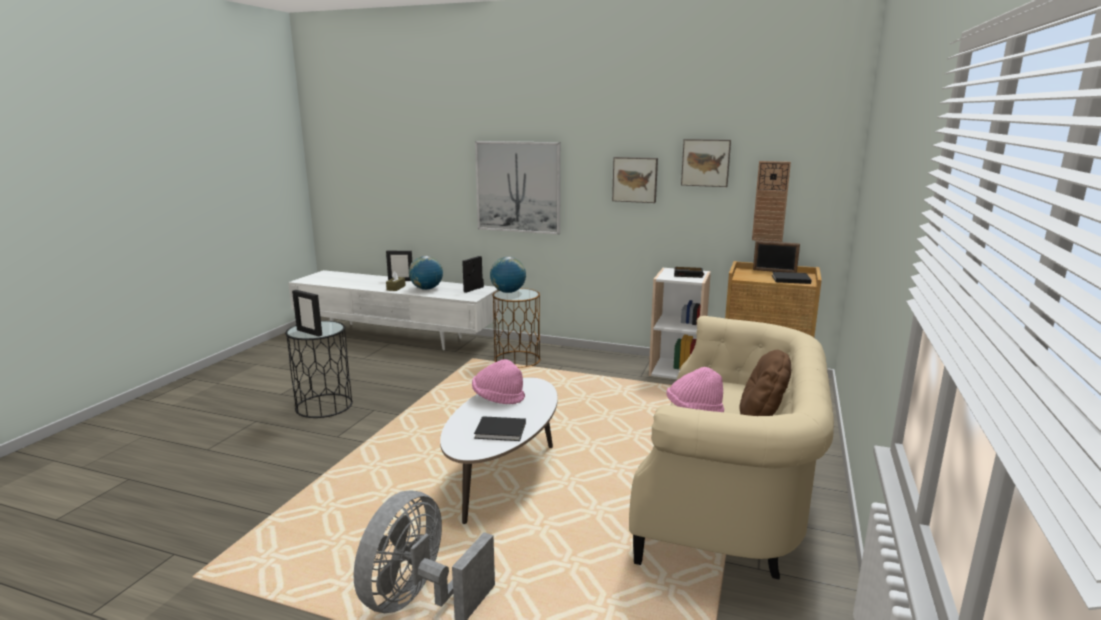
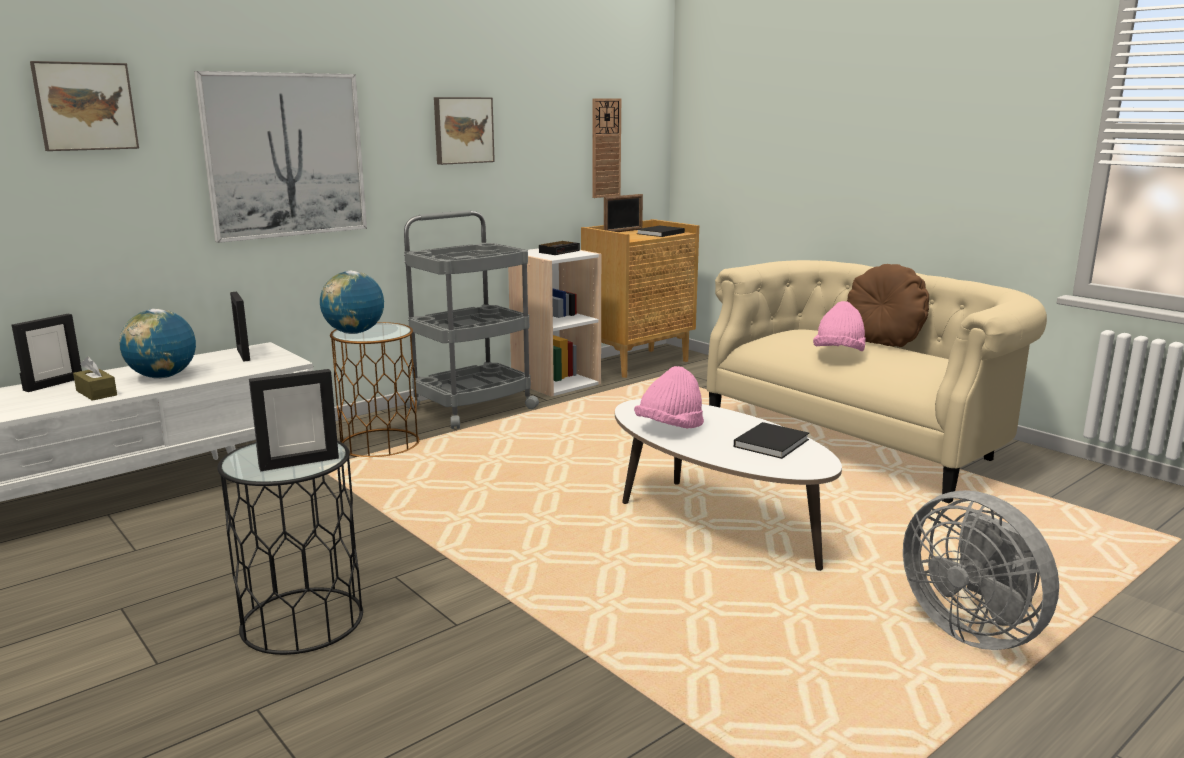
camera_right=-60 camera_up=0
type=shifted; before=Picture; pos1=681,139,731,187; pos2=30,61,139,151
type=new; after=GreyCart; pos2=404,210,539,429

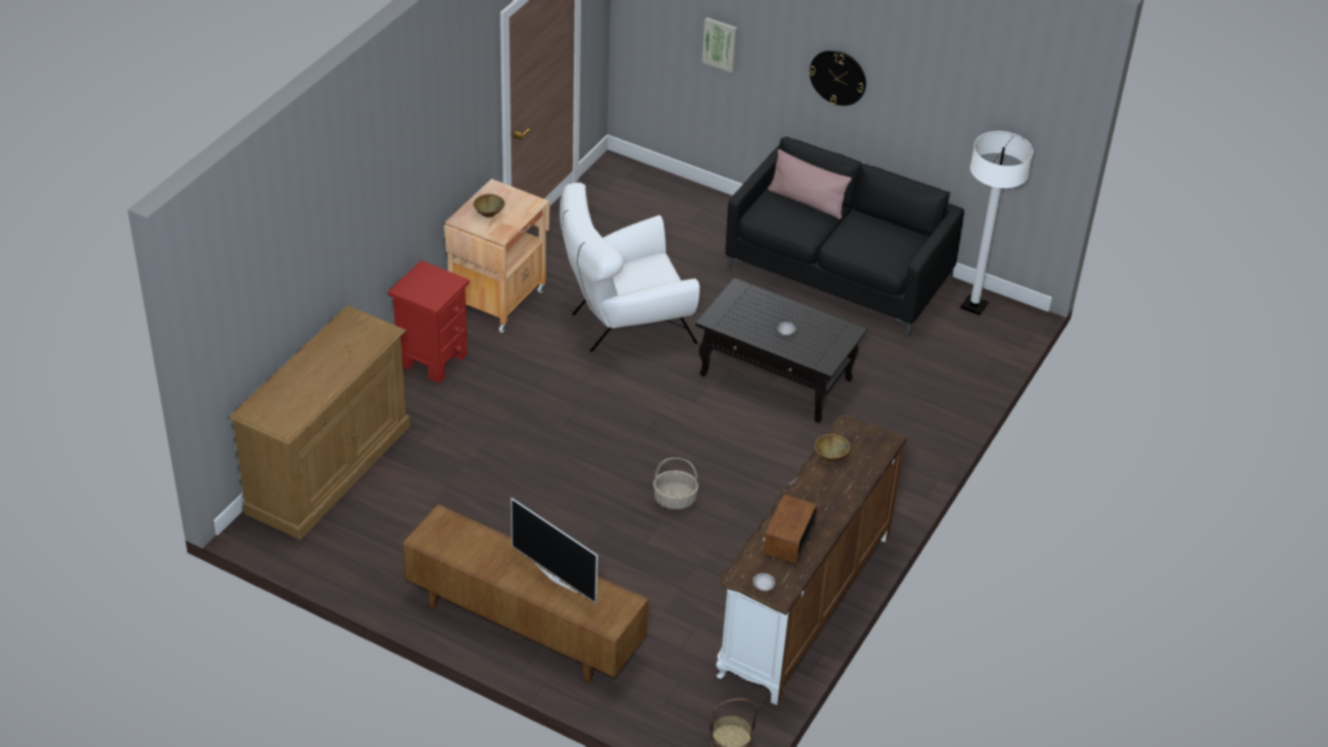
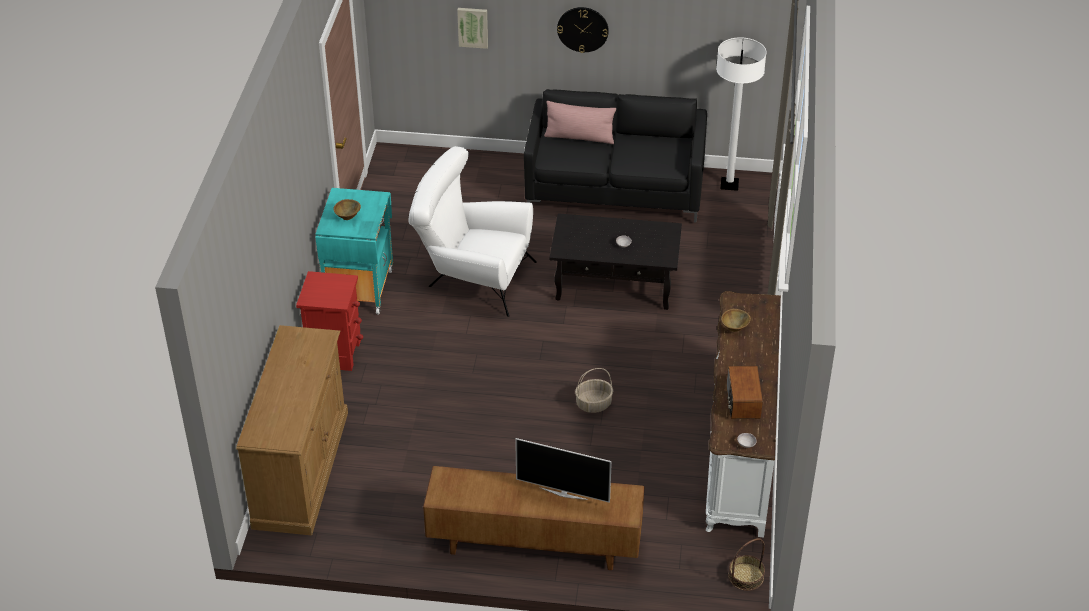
camera_right=-20 camera_up=0
type=repainted; before=BrownCart; after=TurquoiseCart; pos1=444,179,550,333; pos2=315,188,393,314
type=rotated; before=WhiteArmchair; pos1=560,182,700,352; pos2=408,146,537,317; turn=60

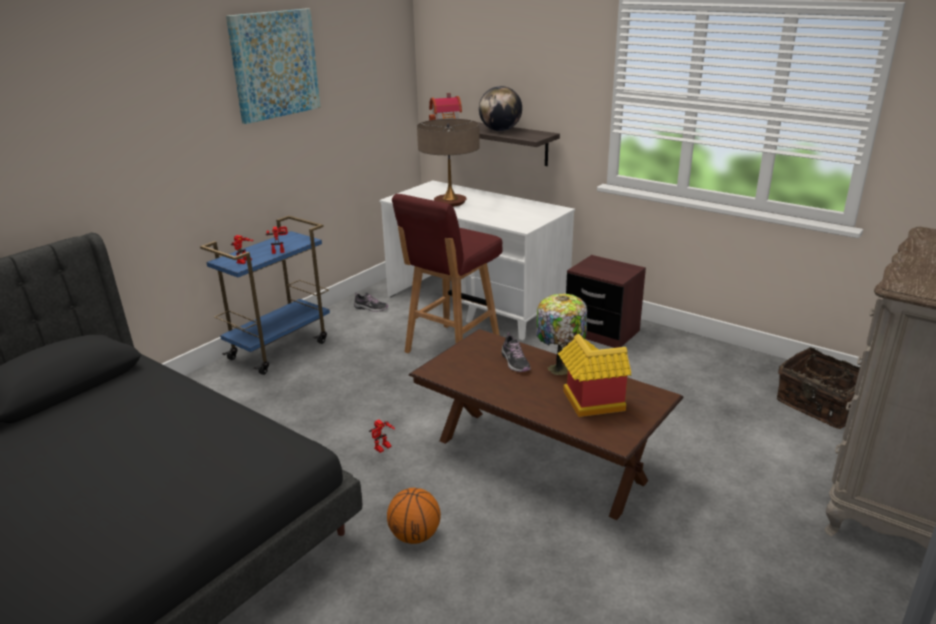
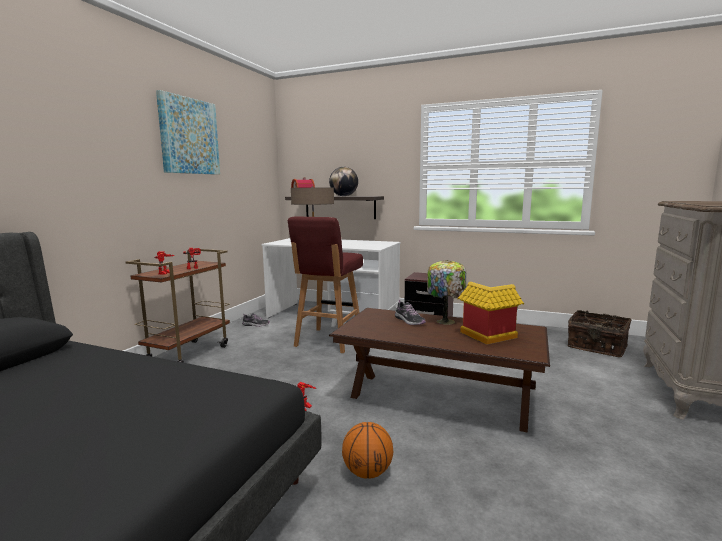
camera_right=-15 camera_up=-15
type=repainted; before=BlueCart; after=BrownCart; pos1=200,215,330,375; pos2=126,249,230,363

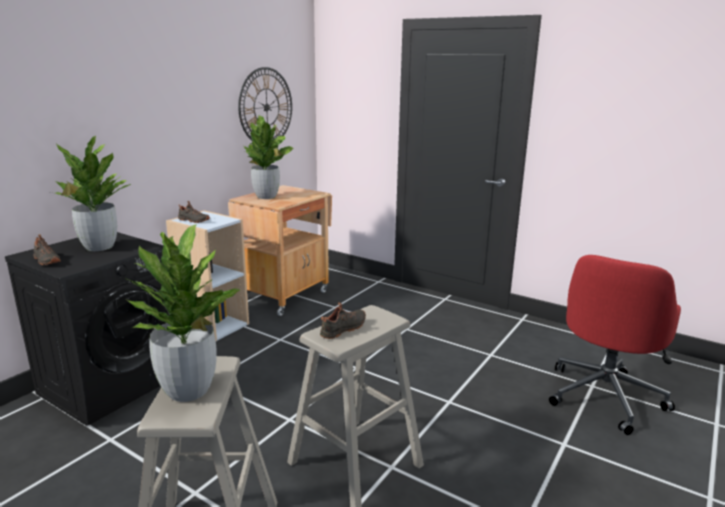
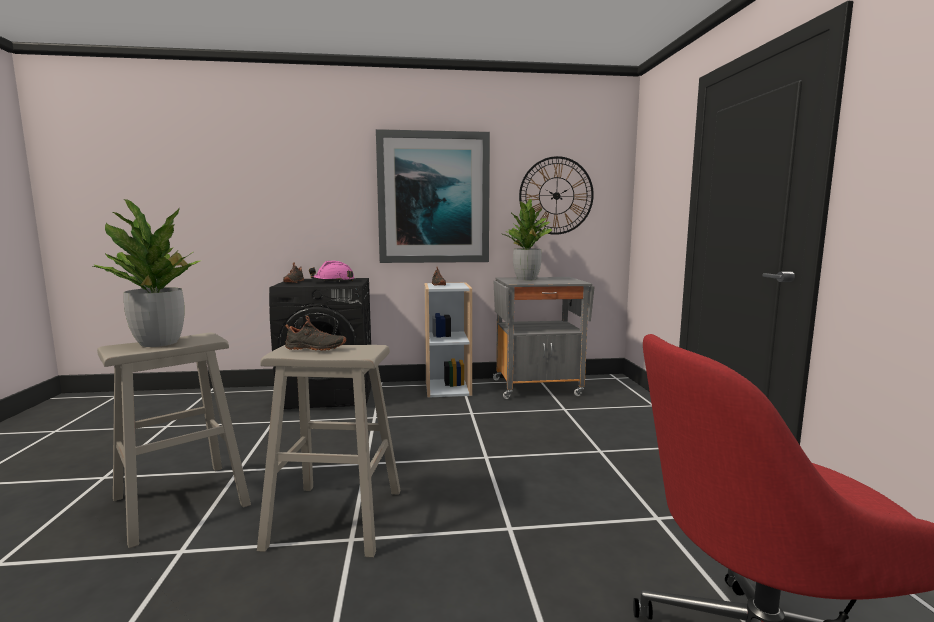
camera_right=50 camera_up=-10
type=swapped; before=PottedPlant; after=PinkHardHat; pos1=51,136,131,251; pos2=309,261,354,282
type=new; after=Picture; pos2=376,129,490,263
type=repainted; before=BrownCart; after=GreyCart; pos1=228,185,332,316; pos2=493,277,595,399

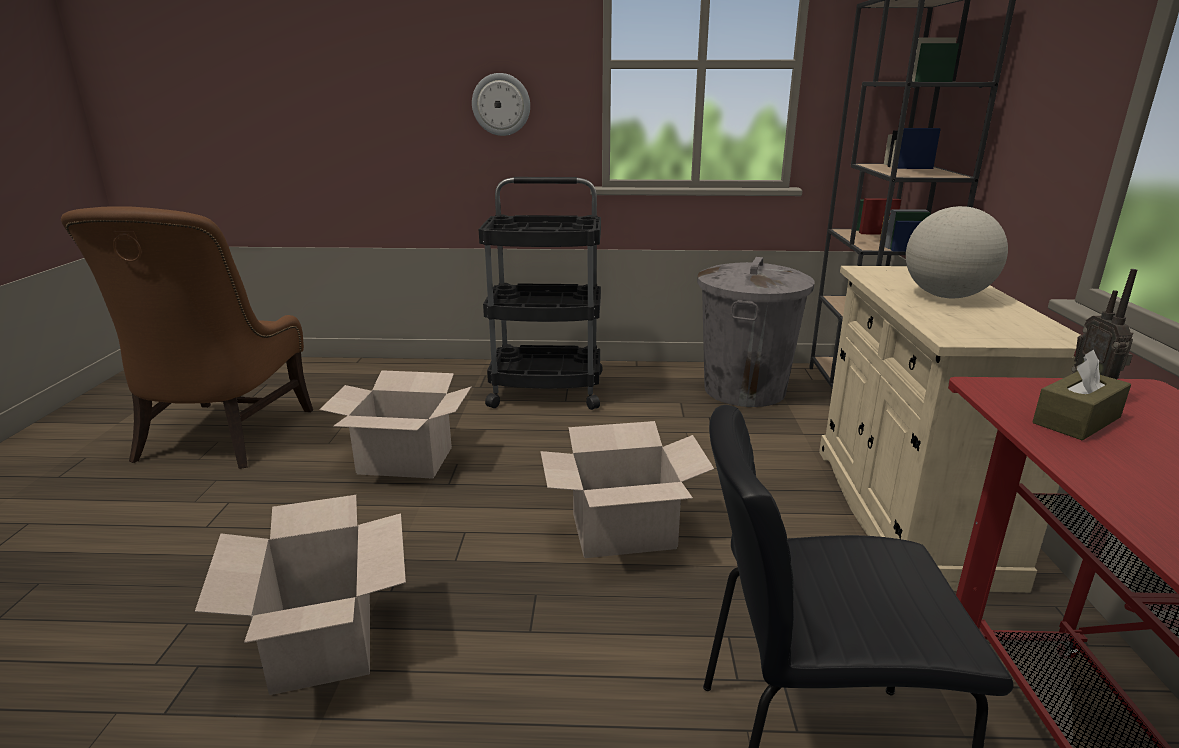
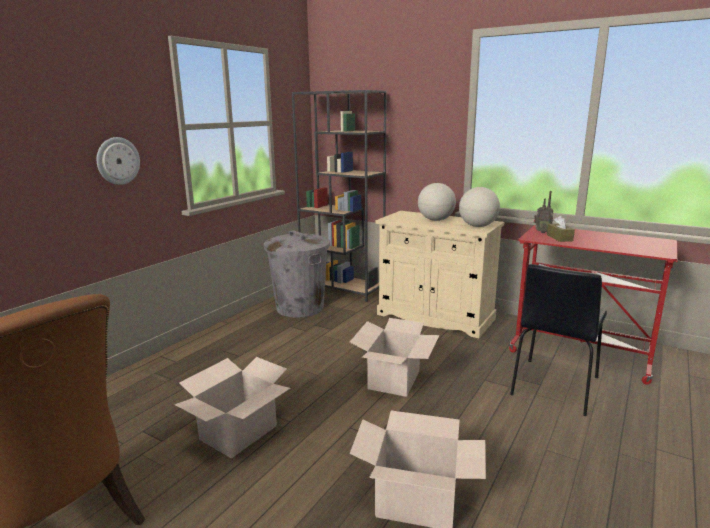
camera_right=-60 camera_up=-5
type=new; after=Globe; pos2=459,187,500,227
type=gone; before=BlackCart; pos1=479,177,603,410

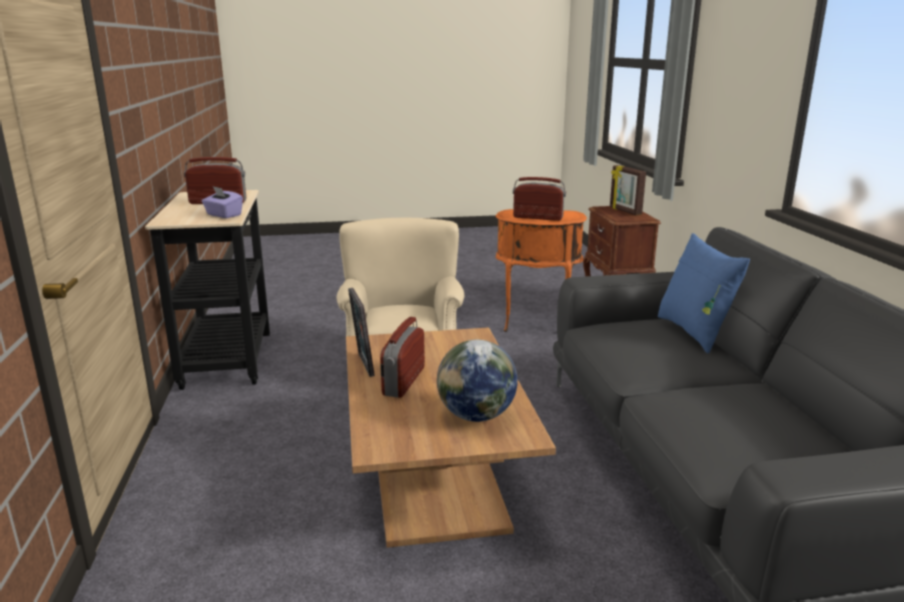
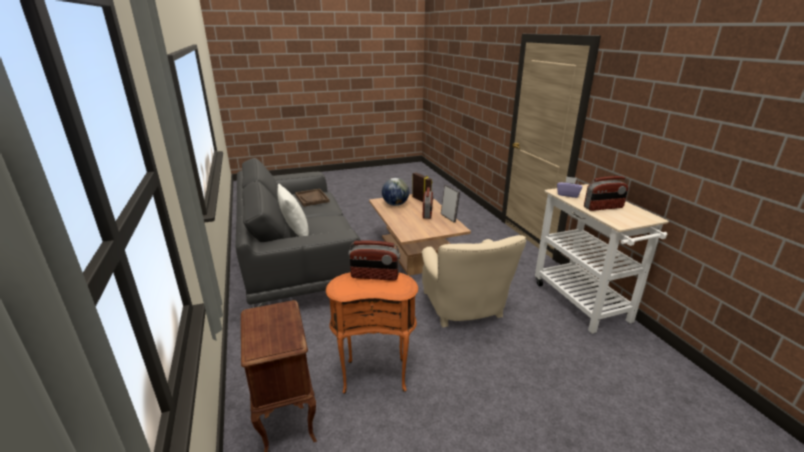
camera_right=170 camera_up=5
type=repainted; before=BluePillow; after=WhitePillow; pos1=658,233,750,353; pos2=277,184,309,237
type=new; after=BrownTray; pos2=295,189,329,207
type=shifted; before=PictureFrame; pos1=610,165,646,215; pos2=412,172,432,202
type=repainted; before=BlackCart; after=WhiteCart; pos1=145,190,270,390; pos2=535,184,669,334

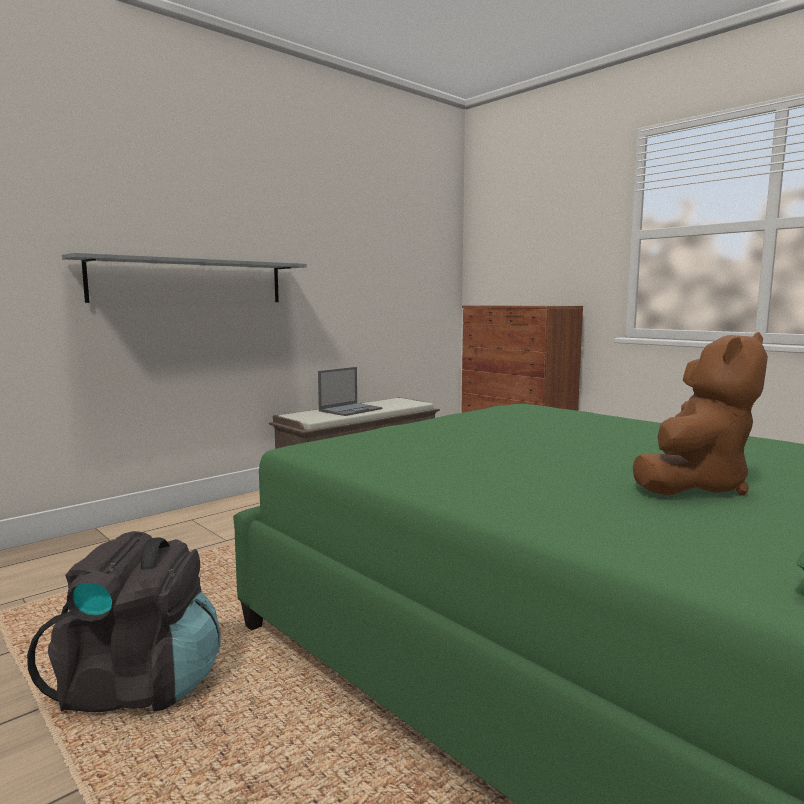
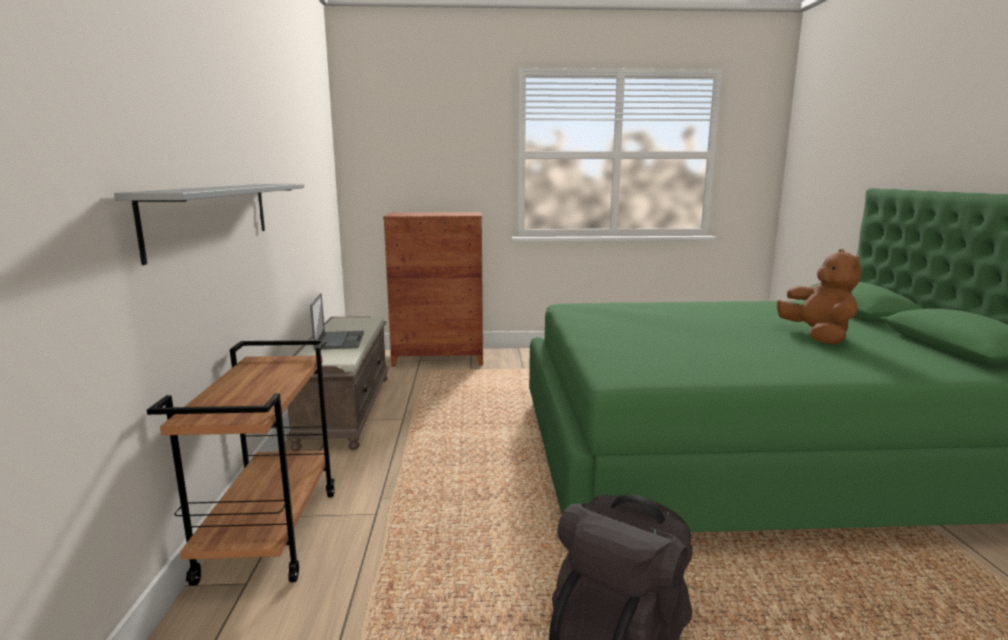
camera_right=-50 camera_up=5
type=new; after=BrownCart; pos2=147,340,335,586

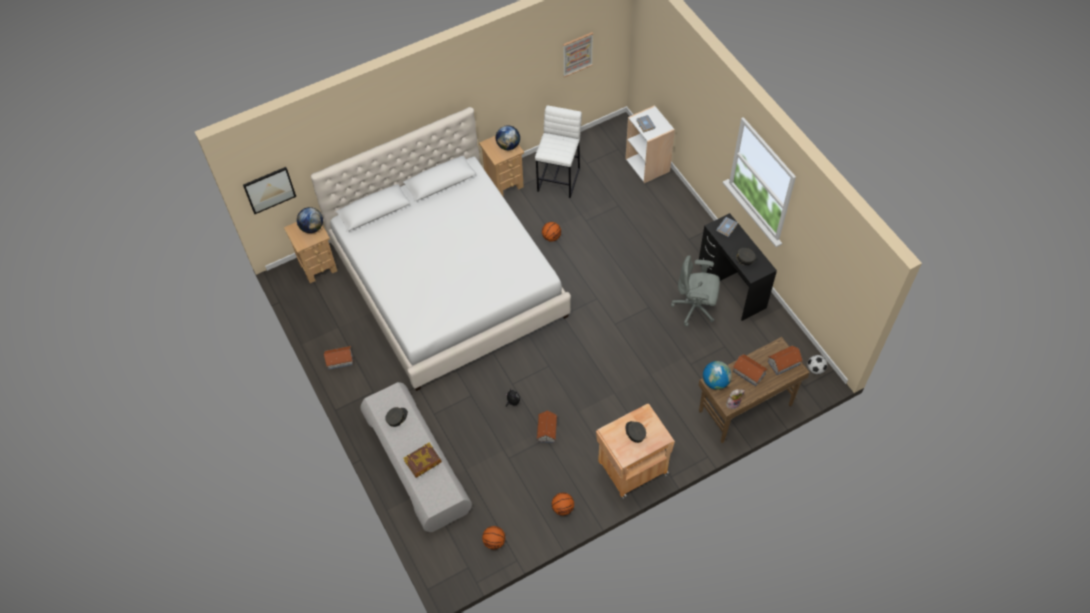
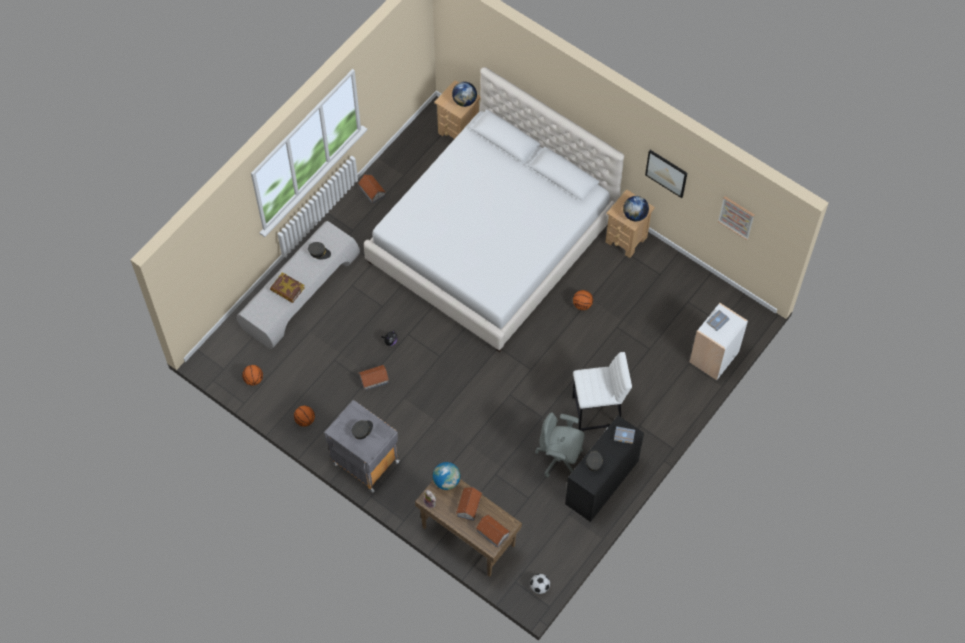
camera_right=65 camera_up=5
type=repainted; before=BrownCart; after=GreyCart; pos1=596,403,675,499; pos2=324,400,399,492
type=rotated; before=GreyOfficeChair; pos1=671,255,720,327; pos2=535,412,585,477; turn=-60
type=shifted; before=WhiteStool; pos1=535,106,582,198; pos2=572,352,632,431
type=shifted; before=Picture; pos1=243,167,296,214; pos2=645,150,687,198

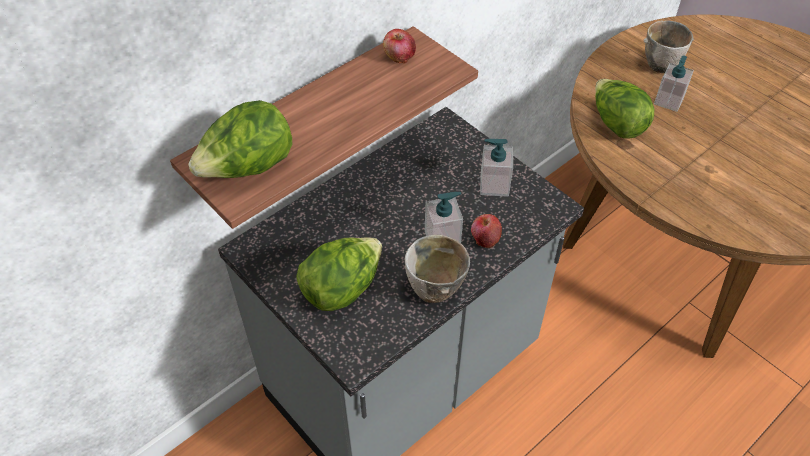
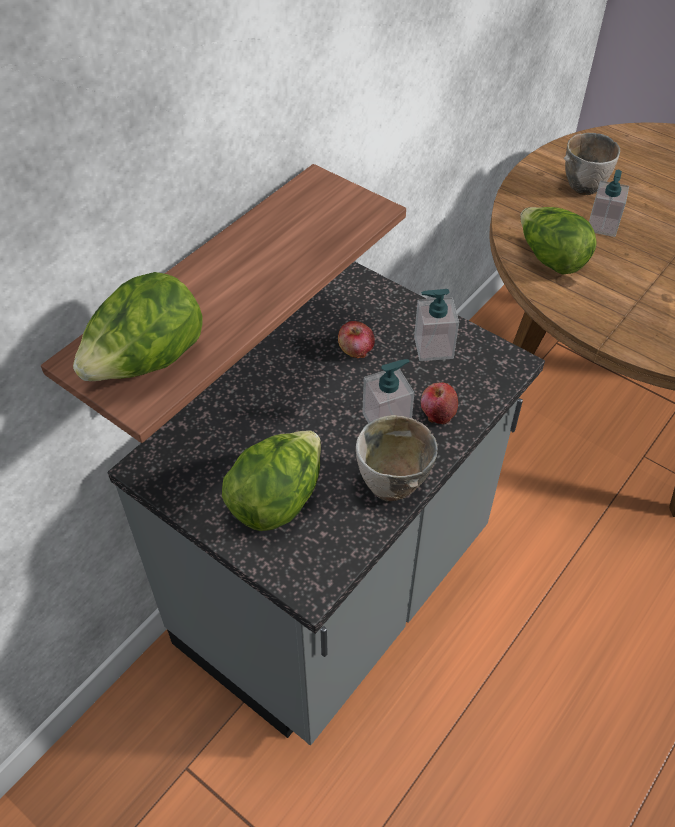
camera_right=-10 camera_up=0
type=shifted; before=Apple; pos1=383,29,416,64; pos2=338,321,375,358

